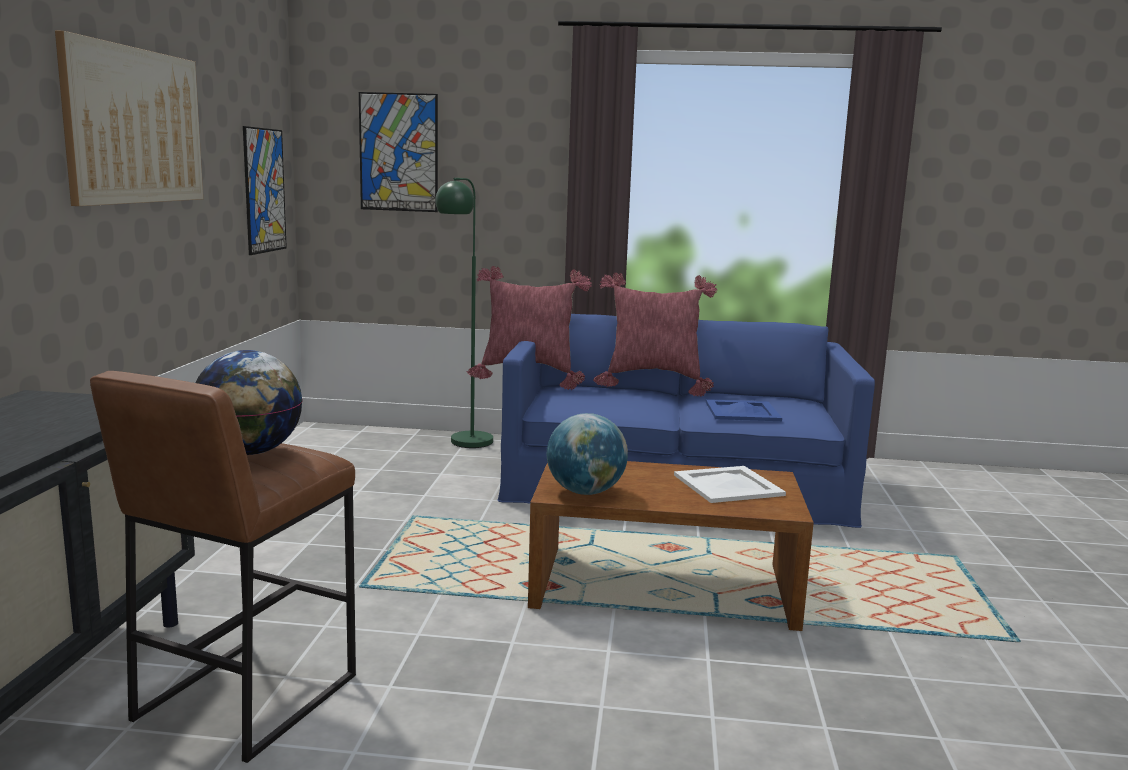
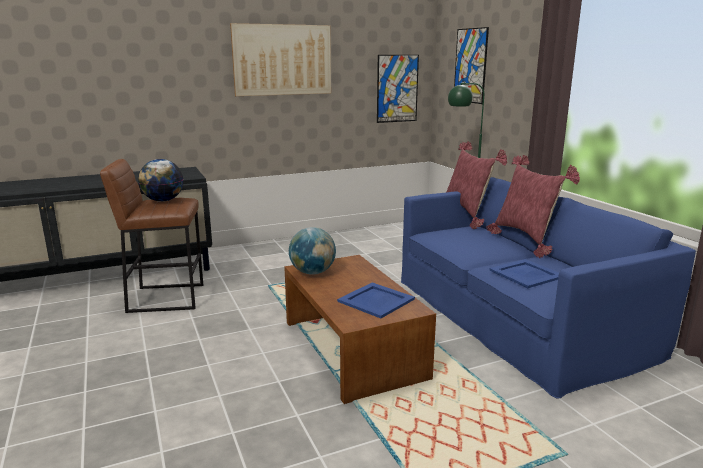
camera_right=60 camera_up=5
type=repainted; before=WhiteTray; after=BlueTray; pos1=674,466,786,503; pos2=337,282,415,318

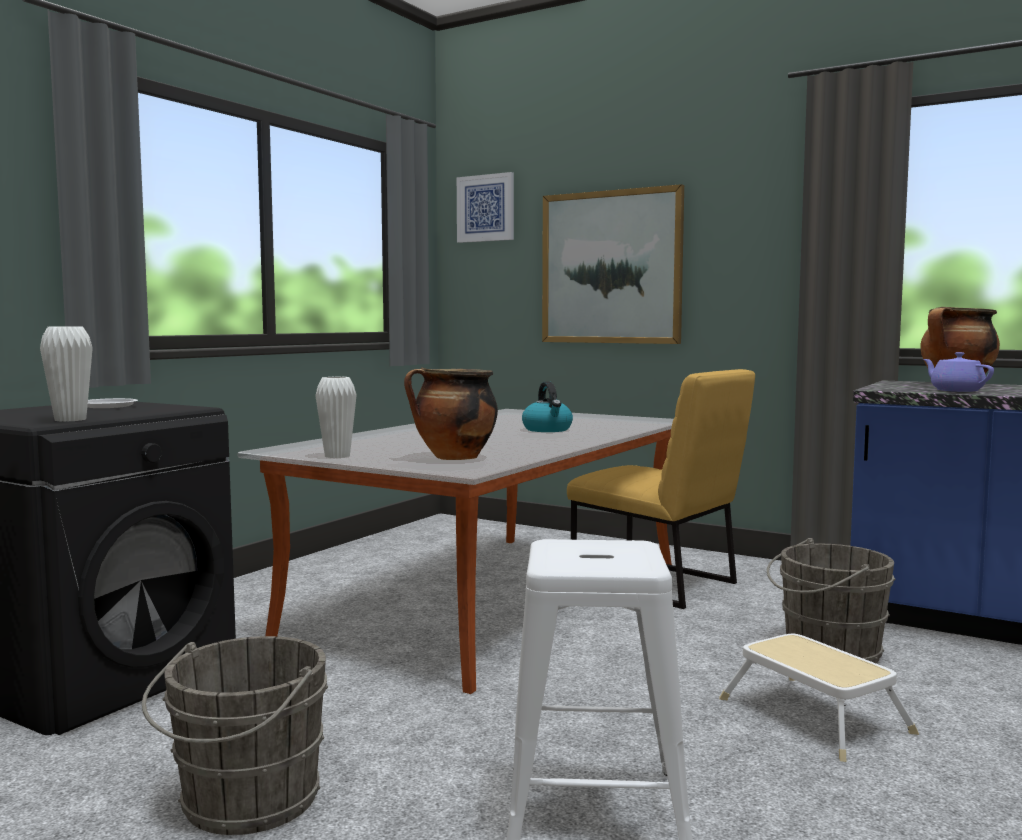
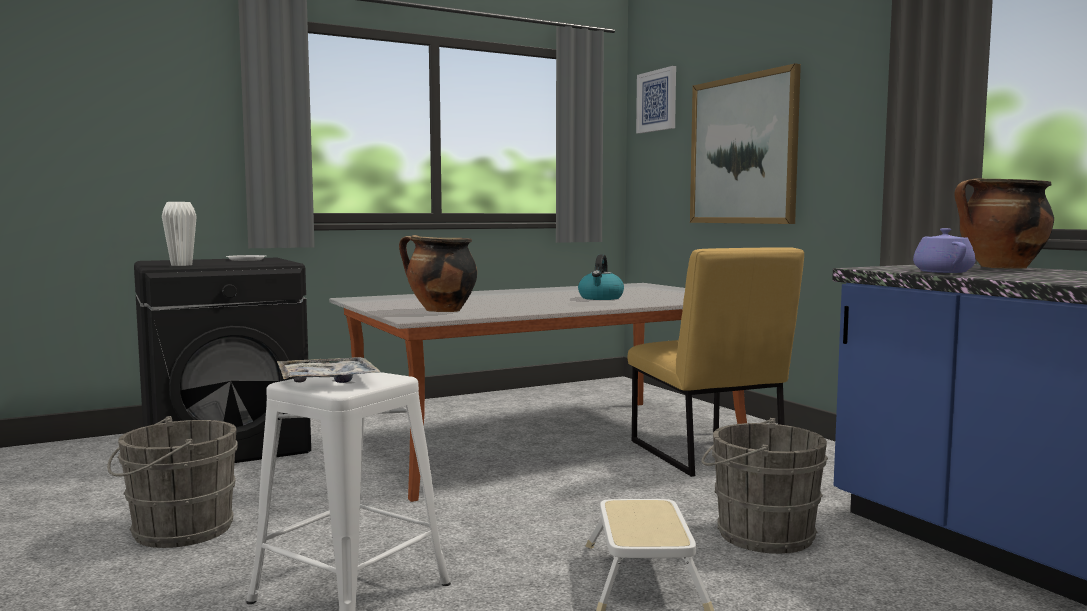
camera_right=30 camera_up=0
type=new; after=Tray; pos2=277,357,381,383
type=gone; before=WhiteVase; pos1=315,377,357,458

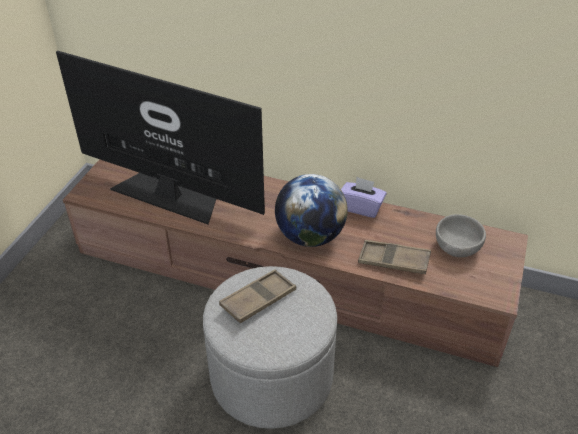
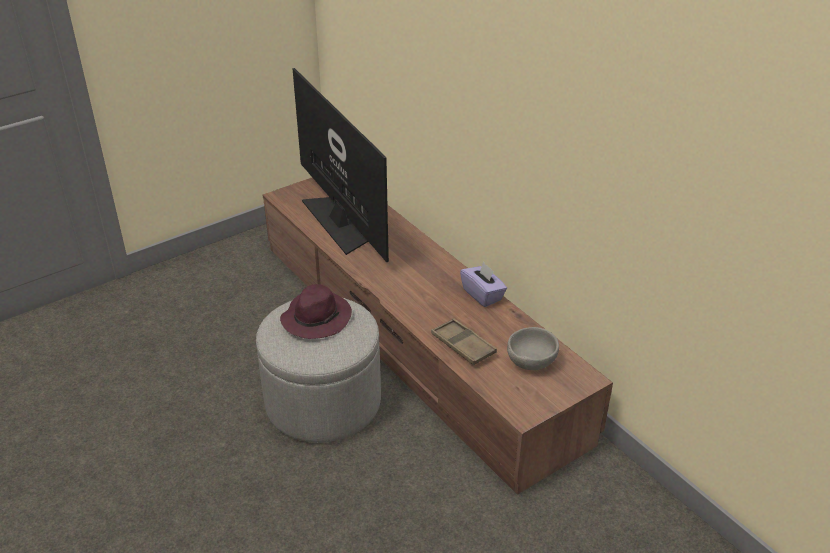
camera_right=35 camera_up=-5
type=swapped; before=BrownTray; after=PurpleHat; pos1=219,269,296,323; pos2=280,284,352,339
type=gone; before=Globe; pos1=275,174,348,247

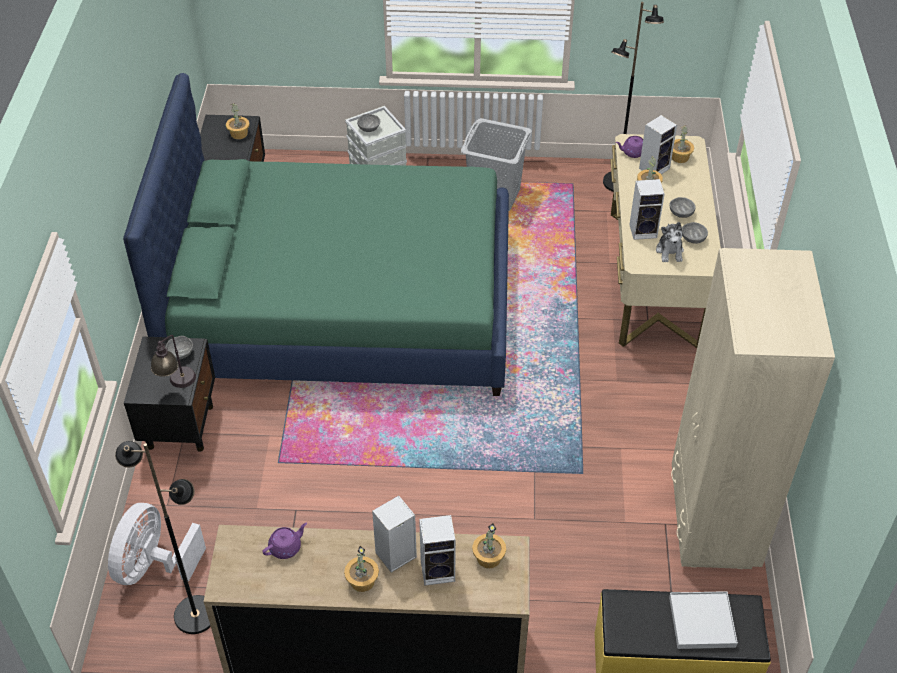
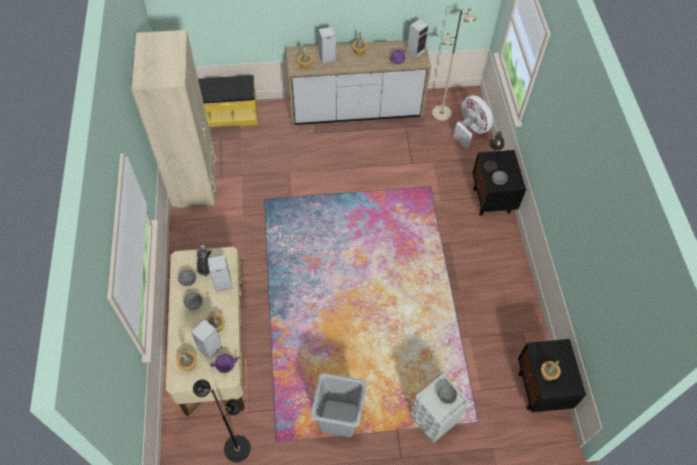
camera_right=170 camera_up=10
type=shifted; before=Speaker; pos1=372,495,417,573; pos2=407,19,429,57
type=repainted; before=BlackFloorLamp; after=BeigeFloorLamp; pos1=115,441,211,634; pos2=432,9,476,121
type=rotated; before=WhiteFan; pos1=108,503,206,585; pos2=453,95,493,149; turn=-45
type=gone; before=GreenBed; pos1=123,73,509,396
type=gone; before=WhiteTray; pos1=669,591,738,649

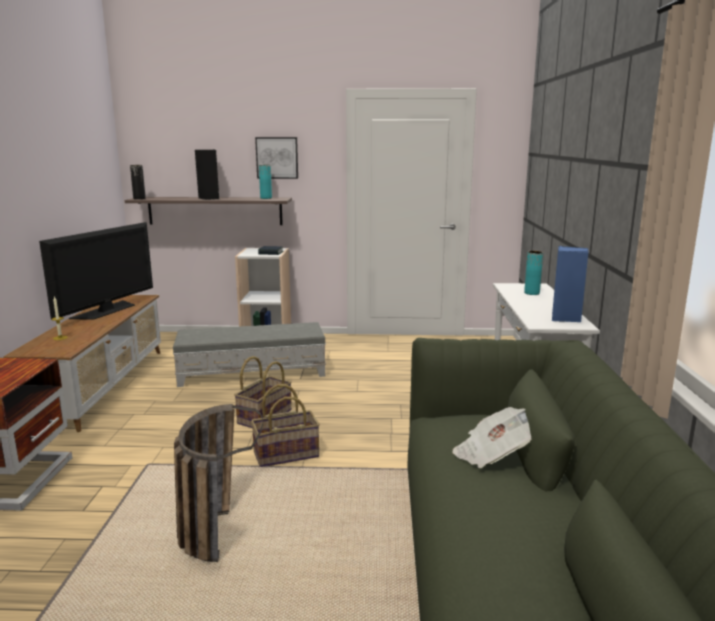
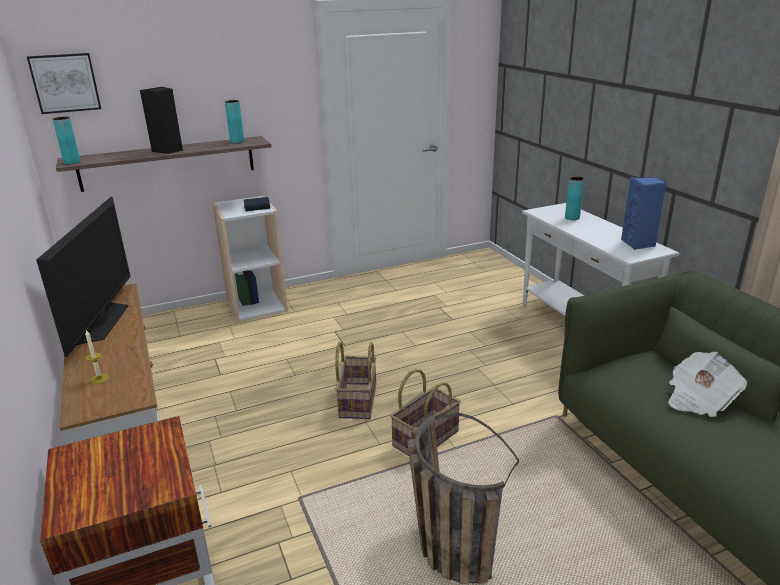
camera_right=-25 camera_up=10
type=shifted; before=Picture; pos1=255,137,298,179; pos2=27,53,101,114
type=repainted; before=BlackVase; after=TurquoiseVase; pos1=130,165,146,199; pos2=53,117,81,164
type=gone; before=GreyOttoman; pos1=173,322,326,387

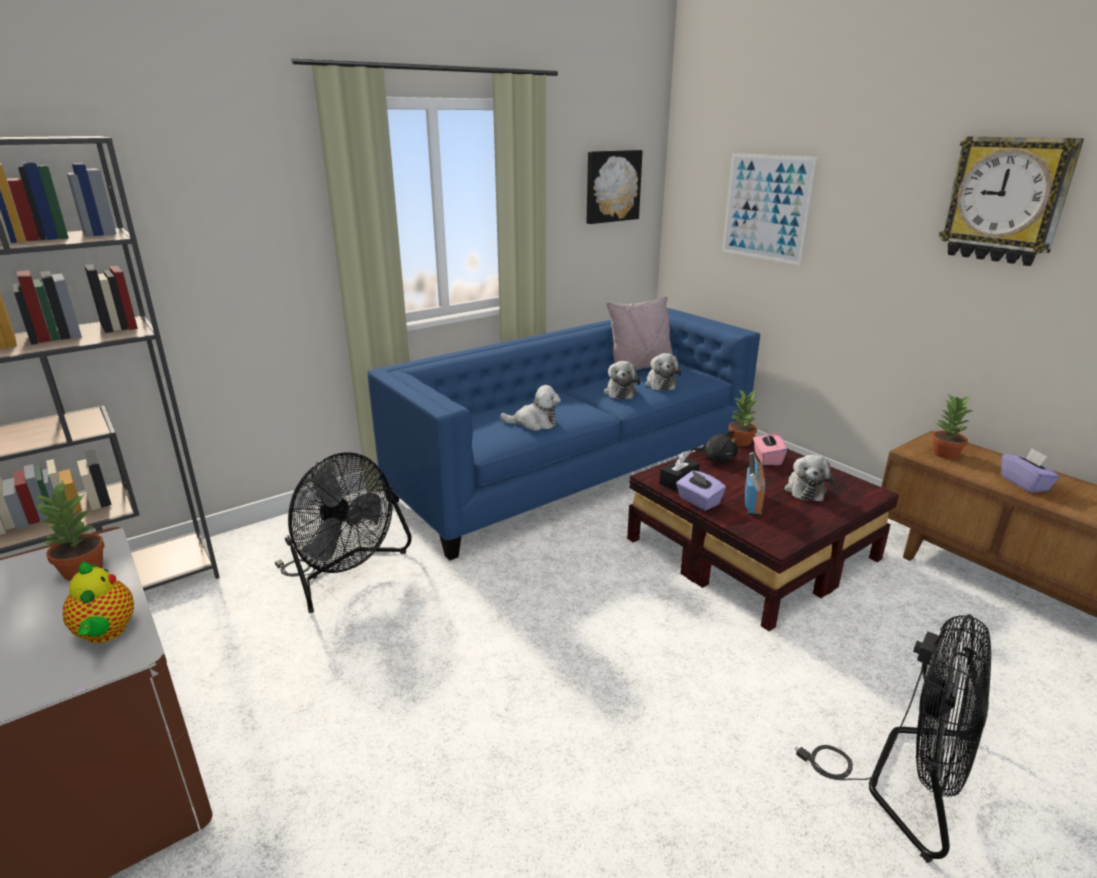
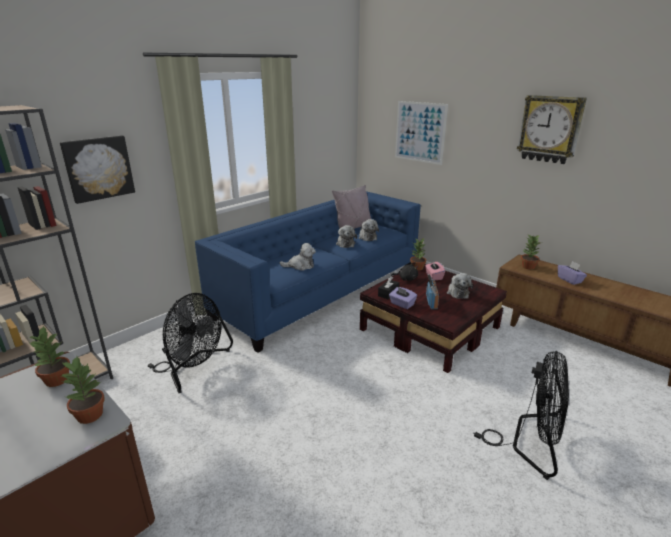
camera_right=-10 camera_up=0
type=shifted; before=Picture; pos1=587,150,643,224; pos2=60,135,135,204
type=swapped; before=Teapot; after=PottedPlant; pos1=63,561,134,643; pos2=61,357,105,424

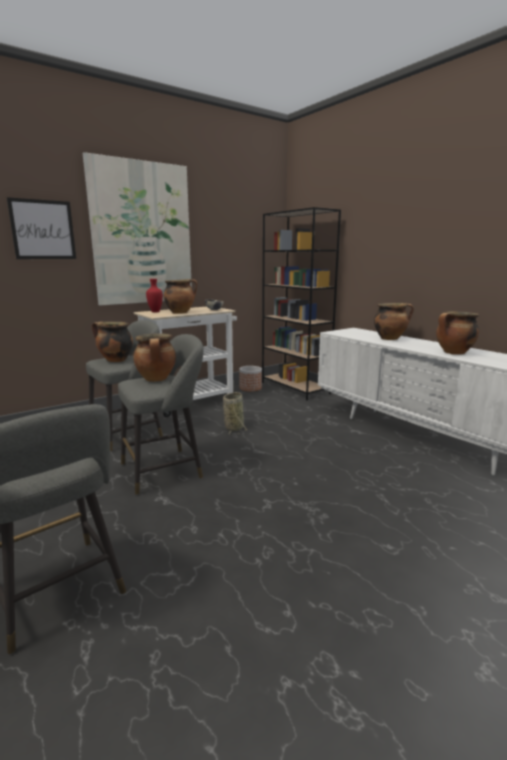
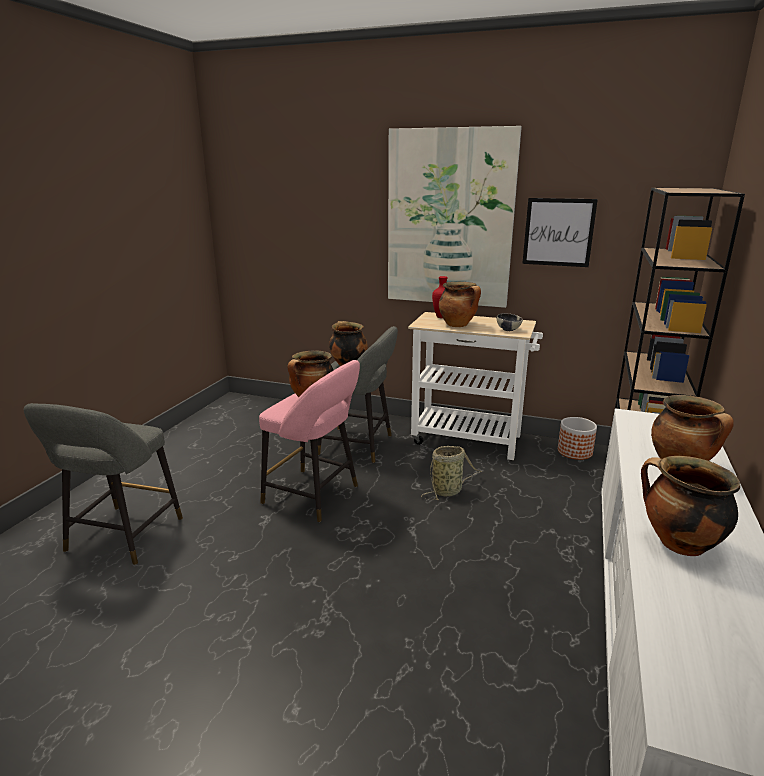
camera_right=55 camera_up=5
type=repainted; before=GreyStool; after=PinkStool; pos1=118,334,204,495; pos2=259,360,360,522
type=shifted; before=Picture; pos1=7,197,76,259; pos2=522,198,598,267

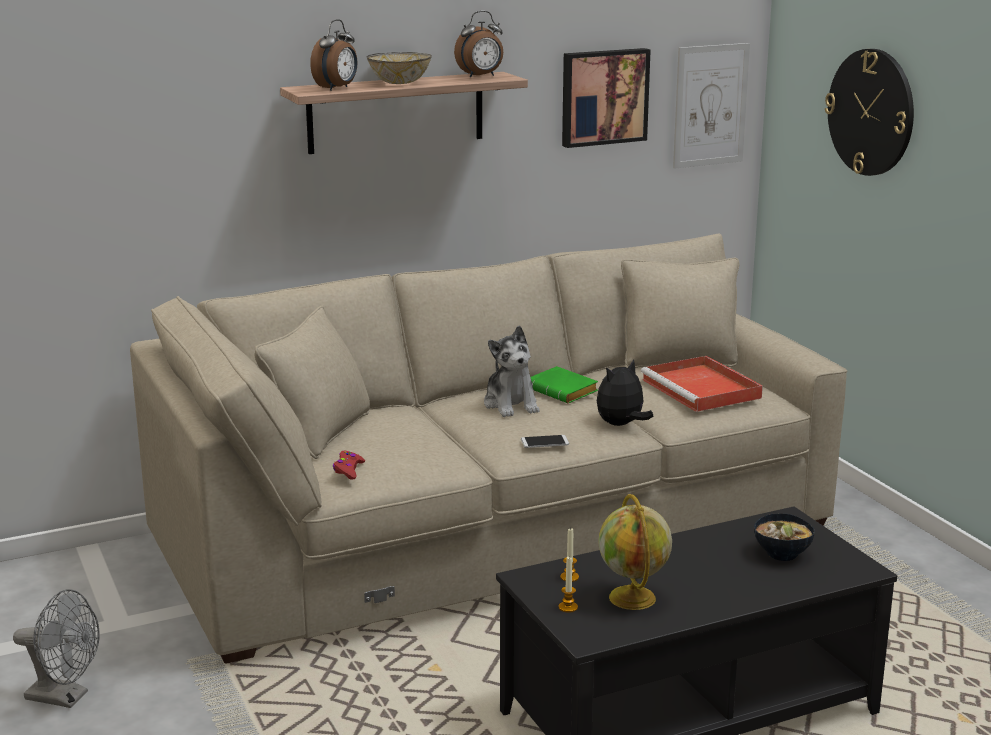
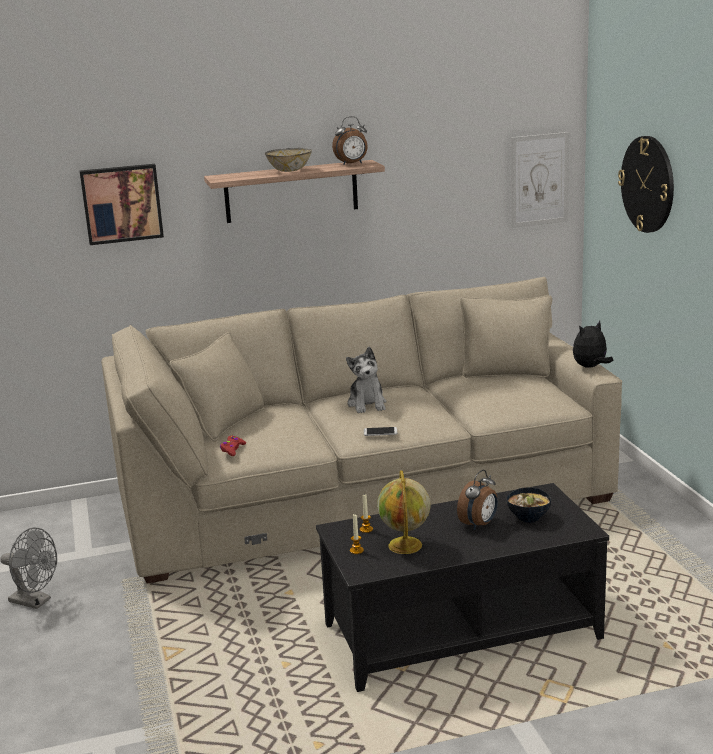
camera_right=10 camera_up=0
type=shifted; before=Picture; pos1=562,48,651,148; pos2=80,164,164,245
type=shifted; before=AlarmClock; pos1=310,19,357,91; pos2=457,470,498,530
type=shifted; before=PlushToy; pos1=597,359,653,426; pos2=573,321,613,368
type=gone; before=GreenBook; pos1=531,366,598,403
type=gone; before=RedTray; pos1=641,356,763,412

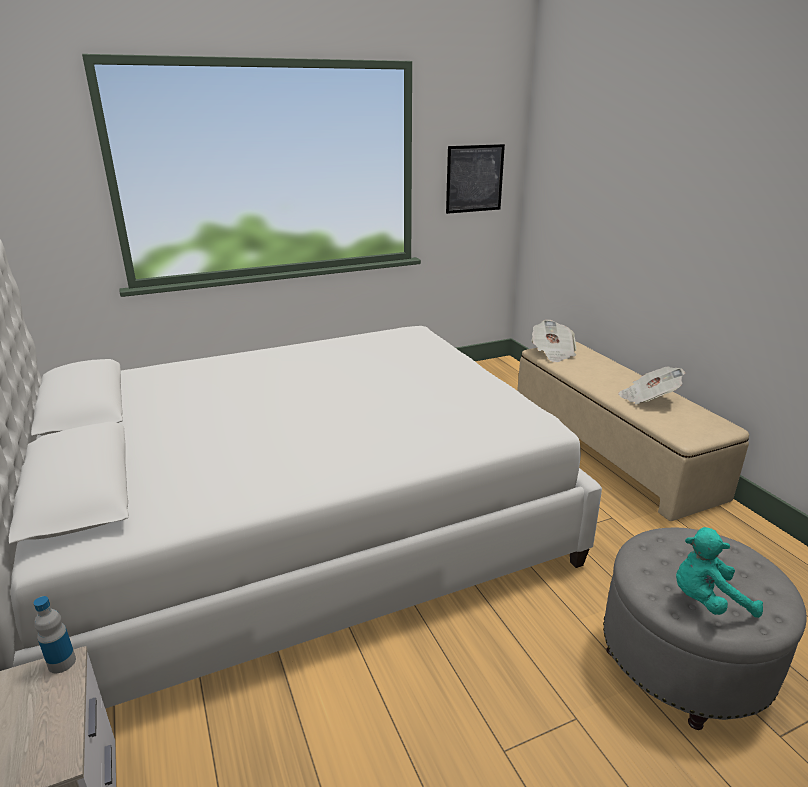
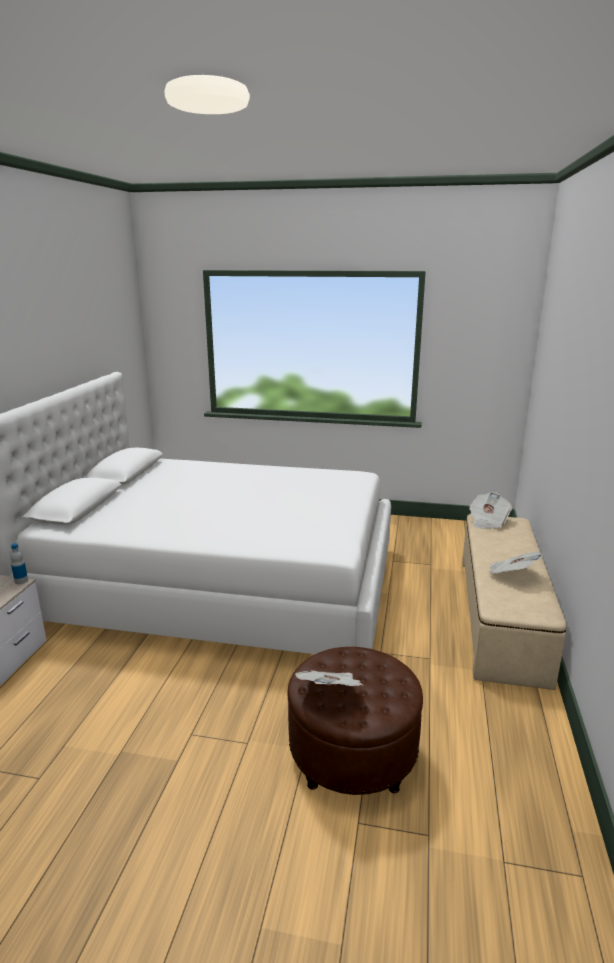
camera_right=35 camera_up=-5
type=repainted; before=GreyOttoman; after=BrownOttoman; pos1=603,528,807,730; pos2=288,647,423,795
type=swapped; before=TurquoisePlushToy; after=Newspaper; pos1=676,527,763,618; pos2=295,670,363,686
type=gone; before=Picture; pos1=446,144,505,214

